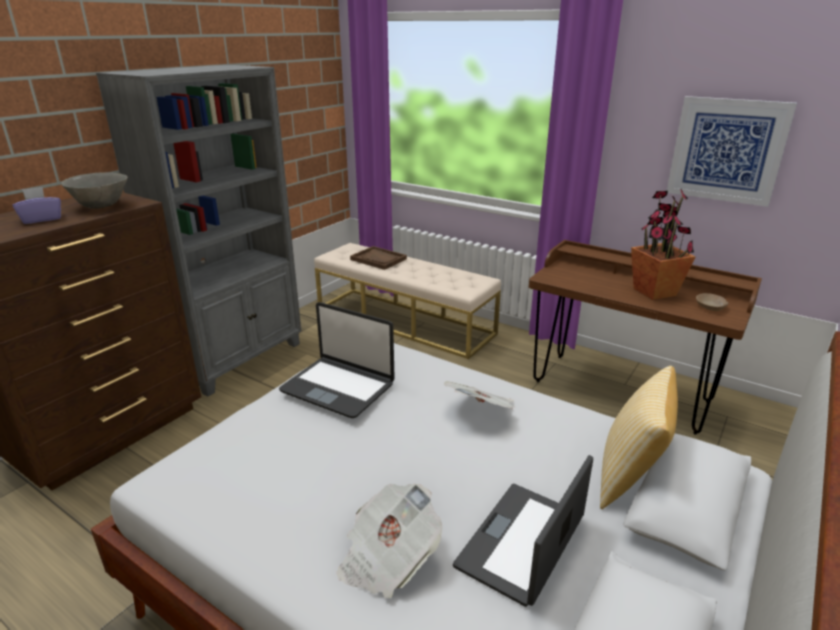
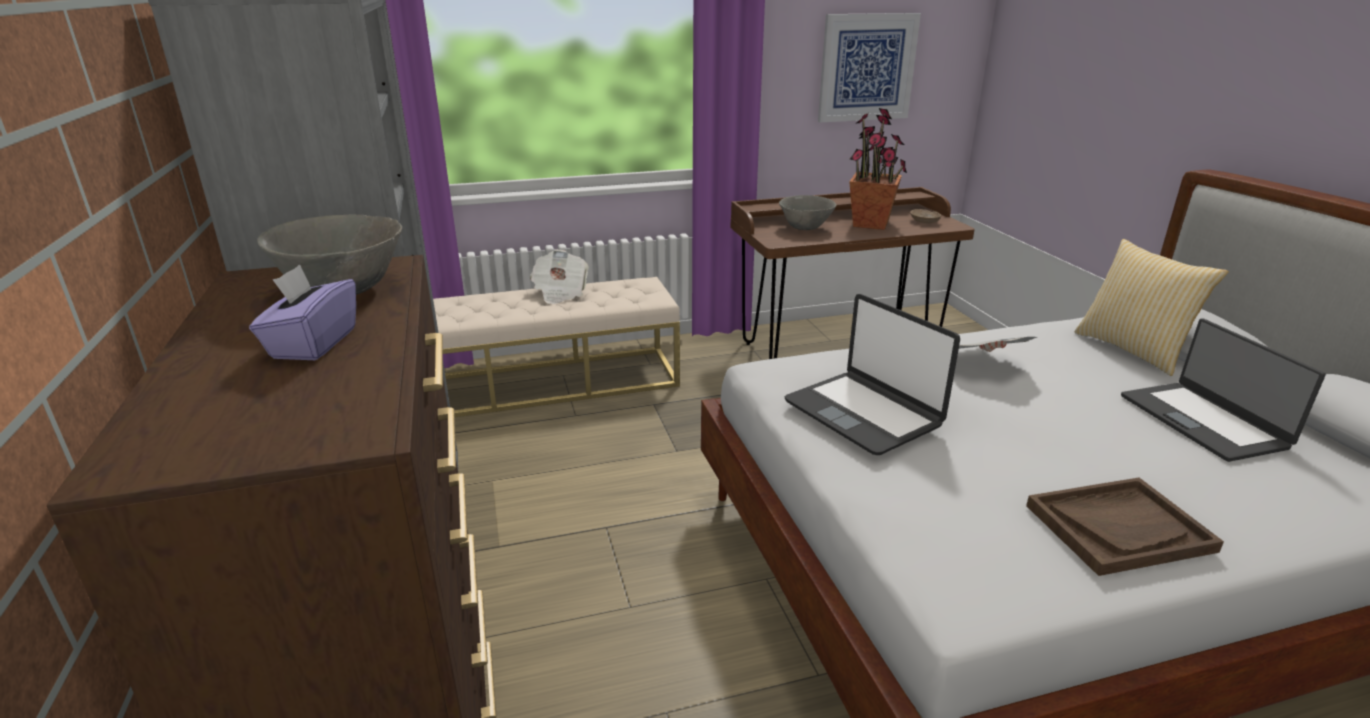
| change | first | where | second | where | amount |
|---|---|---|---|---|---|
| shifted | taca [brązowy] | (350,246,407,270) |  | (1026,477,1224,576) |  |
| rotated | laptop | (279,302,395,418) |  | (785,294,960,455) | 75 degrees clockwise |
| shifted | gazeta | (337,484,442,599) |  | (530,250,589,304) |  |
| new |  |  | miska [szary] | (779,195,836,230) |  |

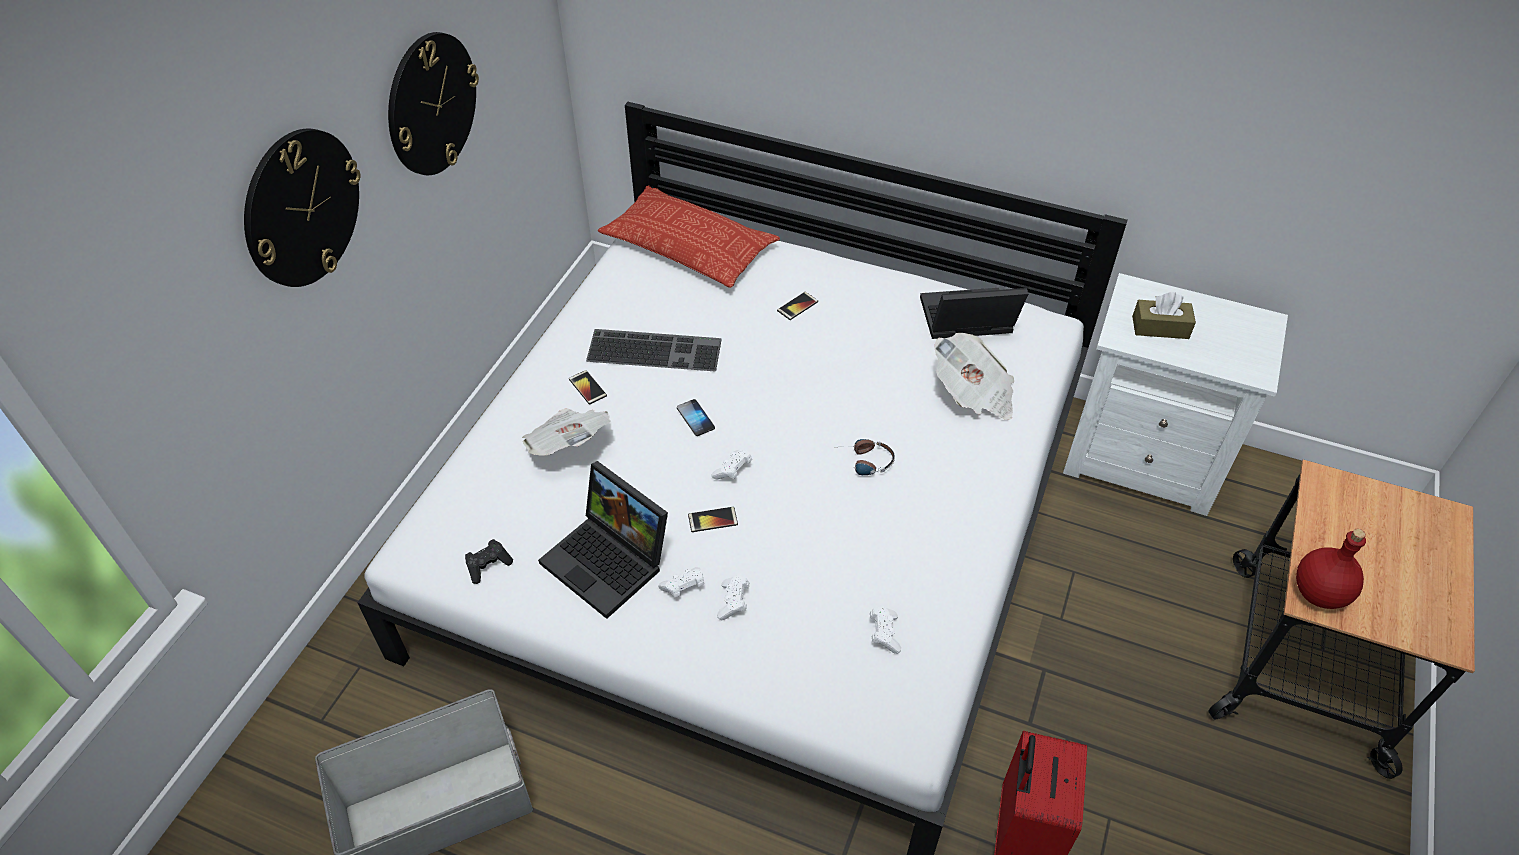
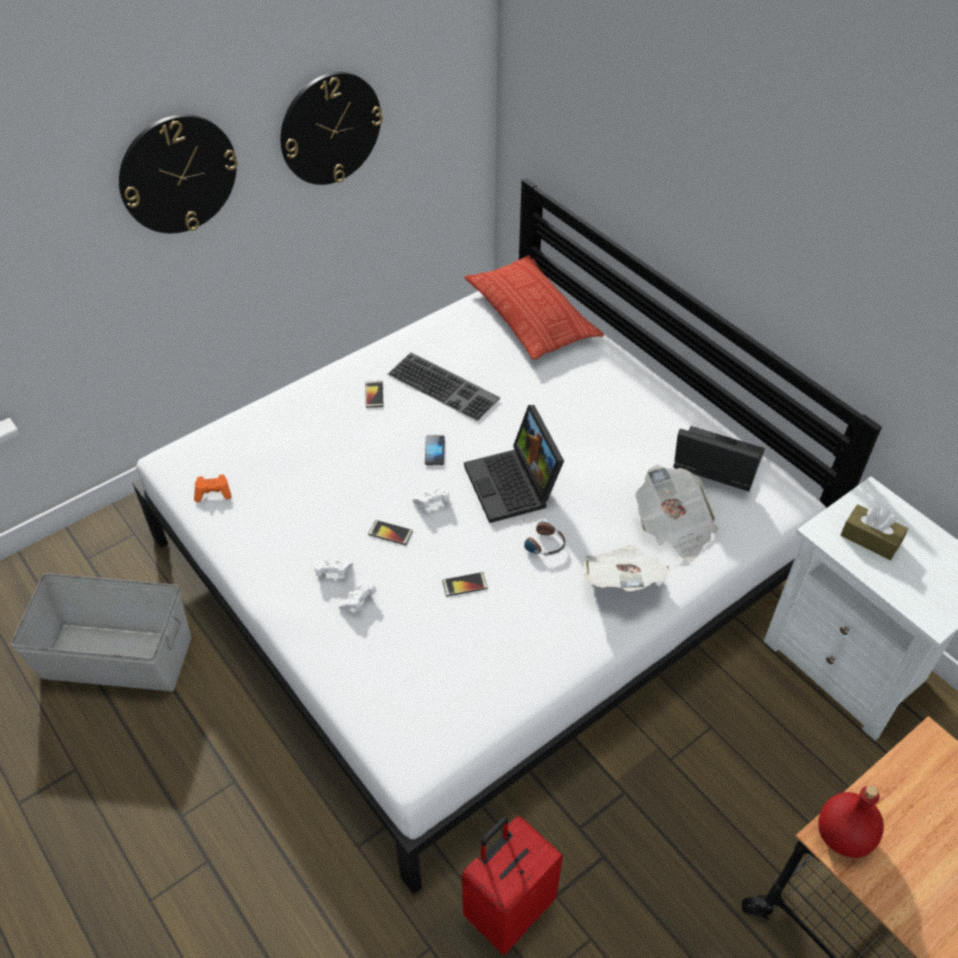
| change | first | where | second | where | amount |
|---|---|---|---|---|---|
| shifted | telefon | (777,292,818,320) |  | (442,572,488,596) |  |
| shifted | gazeta | (522,408,611,456) |  | (584,545,670,592) |  |
| shifted | laptop | (538,461,668,619) |  | (464,405,564,523) |  |
| repainted | pad do gier [czarny] | (465,539,513,584) | pad do gier [pomarańczowy] | (194,475,232,502) |  |
| gone | pad do gier [biały] | (870,606,901,654) |  |  |  |

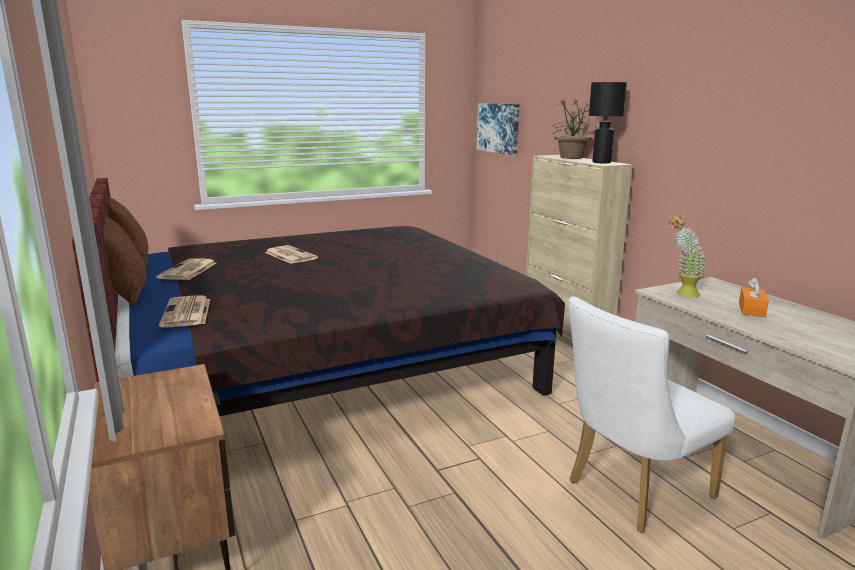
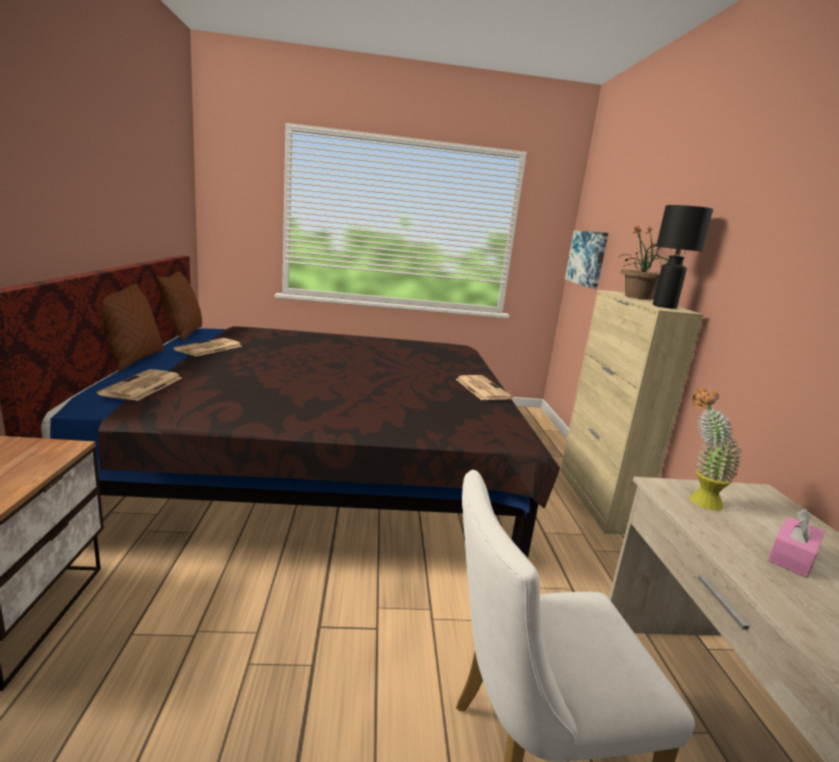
| change | first | where | second | where | amount |
|---|---|---|---|---|---|
| shifted | gazeta | (265,245,318,264) |  | (456,375,513,400) |  |
| repainted | pudełko chusteczek [pomarańczowy] | (739,277,769,317) | pudełko chusteczek [różowy] | (768,509,825,578) |  |

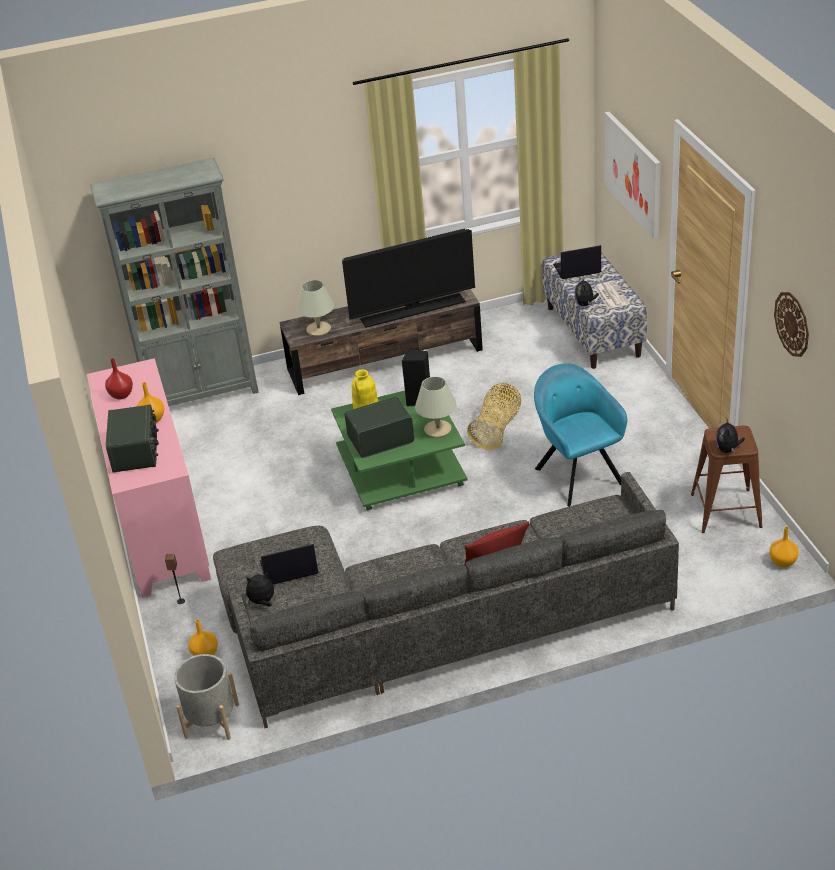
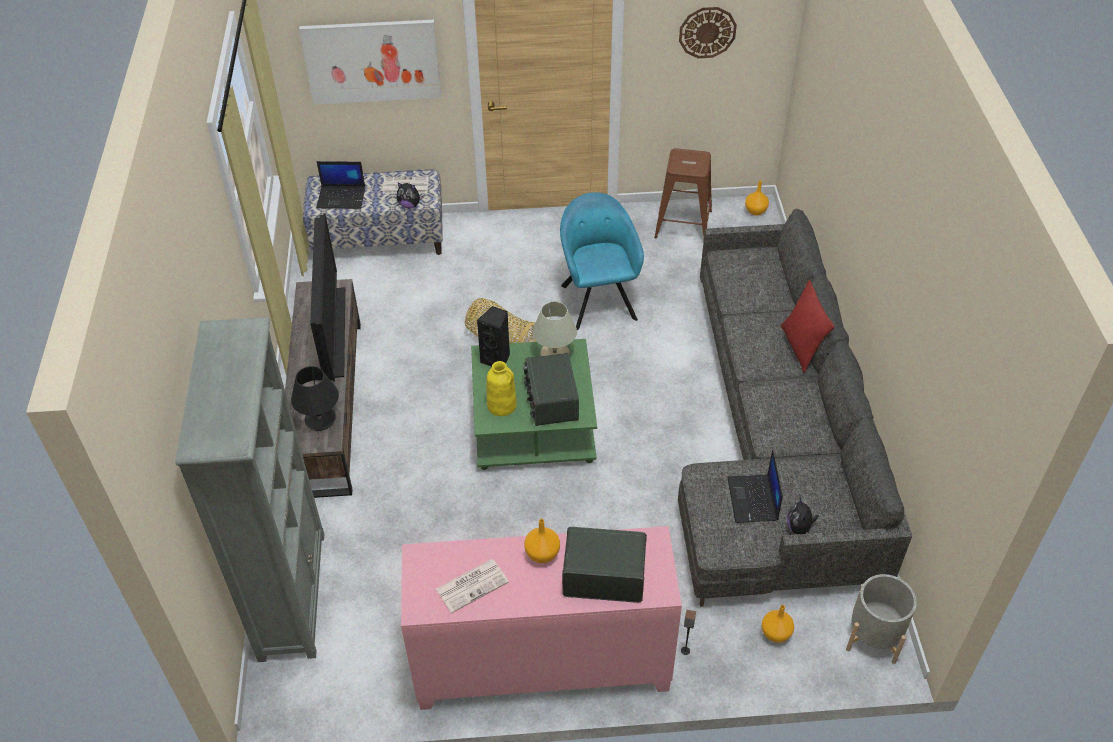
| change | first | where | second | where | amount |
|---|---|---|---|---|---|
| rotated | laptop | (553,245,601,279) |  | (316,161,365,209) | 90 degrees counterclockwise |
| repainted | lampa stołowa [beżowy] | (297,280,334,336) | lampa stołowa [czarny] | (291,366,339,431) |  |
| swapped | wazon [czerwony] | (105,358,133,399) | gazeta | (436,559,509,613) |  |
| rotated | fotel [turkusowy] | (534,363,627,507) |  | (560,192,644,330) | 90 degrees clockwise |
| gone | pluszak | (715,419,745,453) |  |  |  |

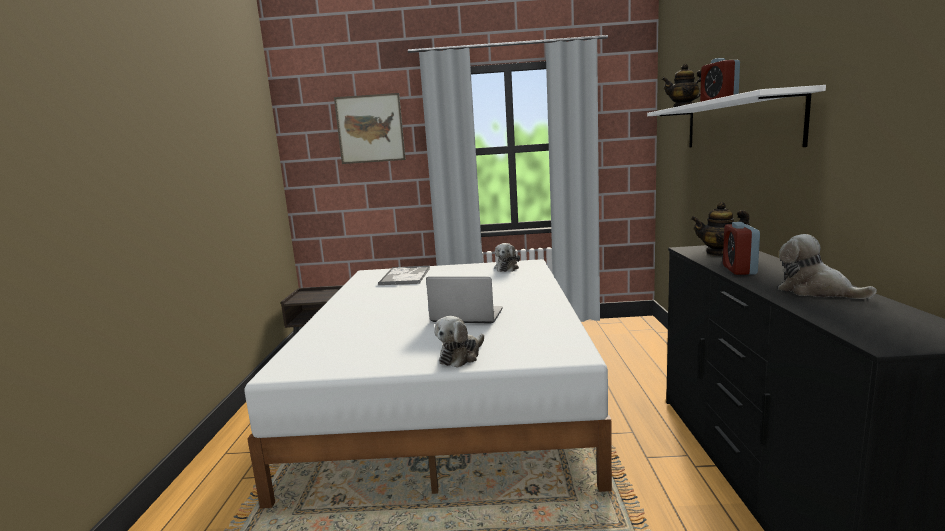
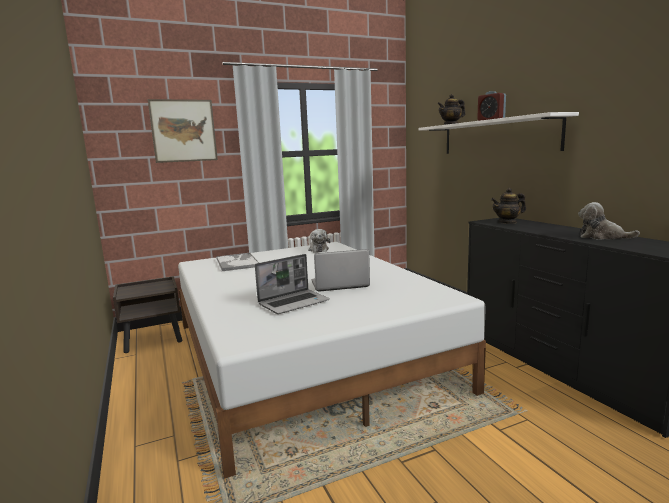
| change | first | where | second | where | amount |
|---|---|---|---|---|---|
| gone | budzik | (723,222,760,275) |  |  |  |
| gone | pluszak | (434,316,484,368) |  |  |  |
| new |  |  | laptop | (255,254,330,314) |  |

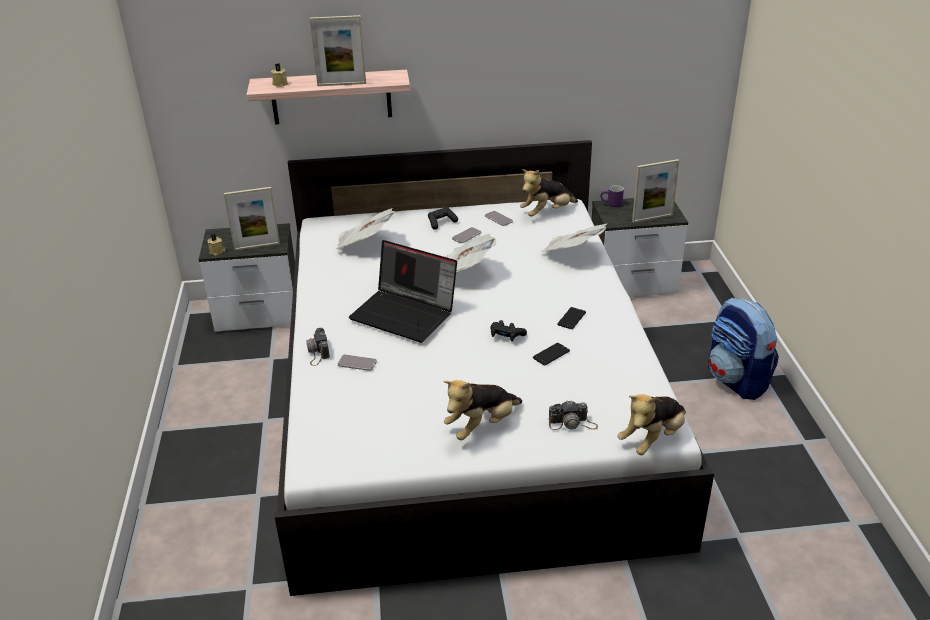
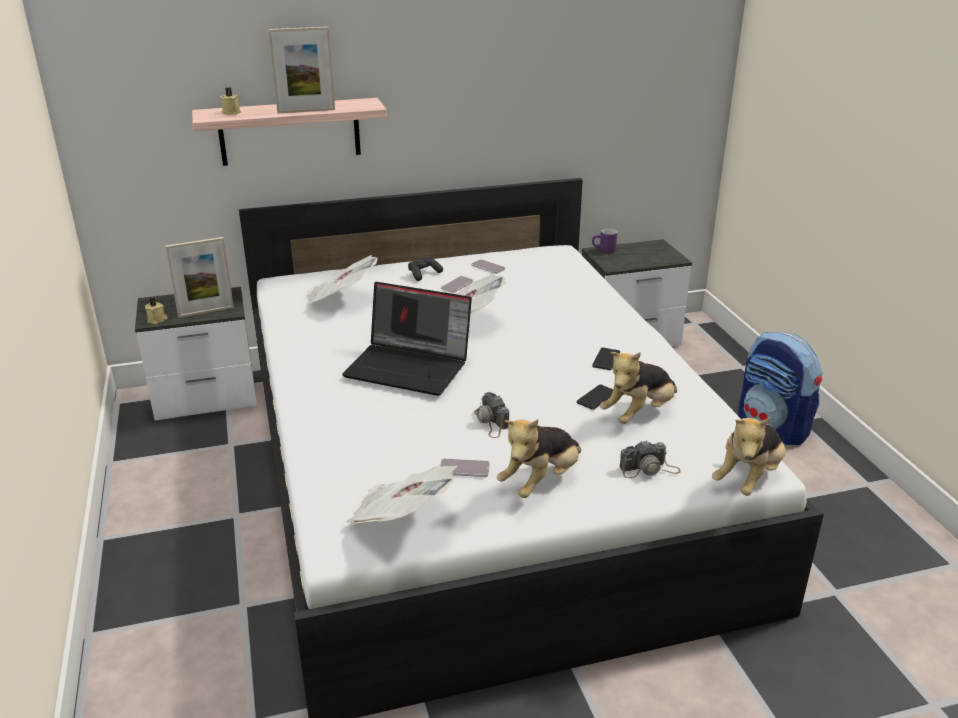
| change | first | where | second | where | amount |
|---|---|---|---|---|---|
| gone | ramka na zdjęcie | (632,159,679,223) |  |  |  |
| shifted | pluszak | (520,169,578,217) |  | (600,352,677,424) |  |
| shifted | gazeta | (541,224,607,252) |  | (347,466,457,523) |  |
| gone | pad do gier [czarny] | (490,320,527,342) |  |  |  |
| shifted | aparat fotograficzny | (306,328,330,366) |  | (474,392,509,438) |  |
| shifted | telefon | (338,354,377,371) |  | (440,458,490,477) |  |

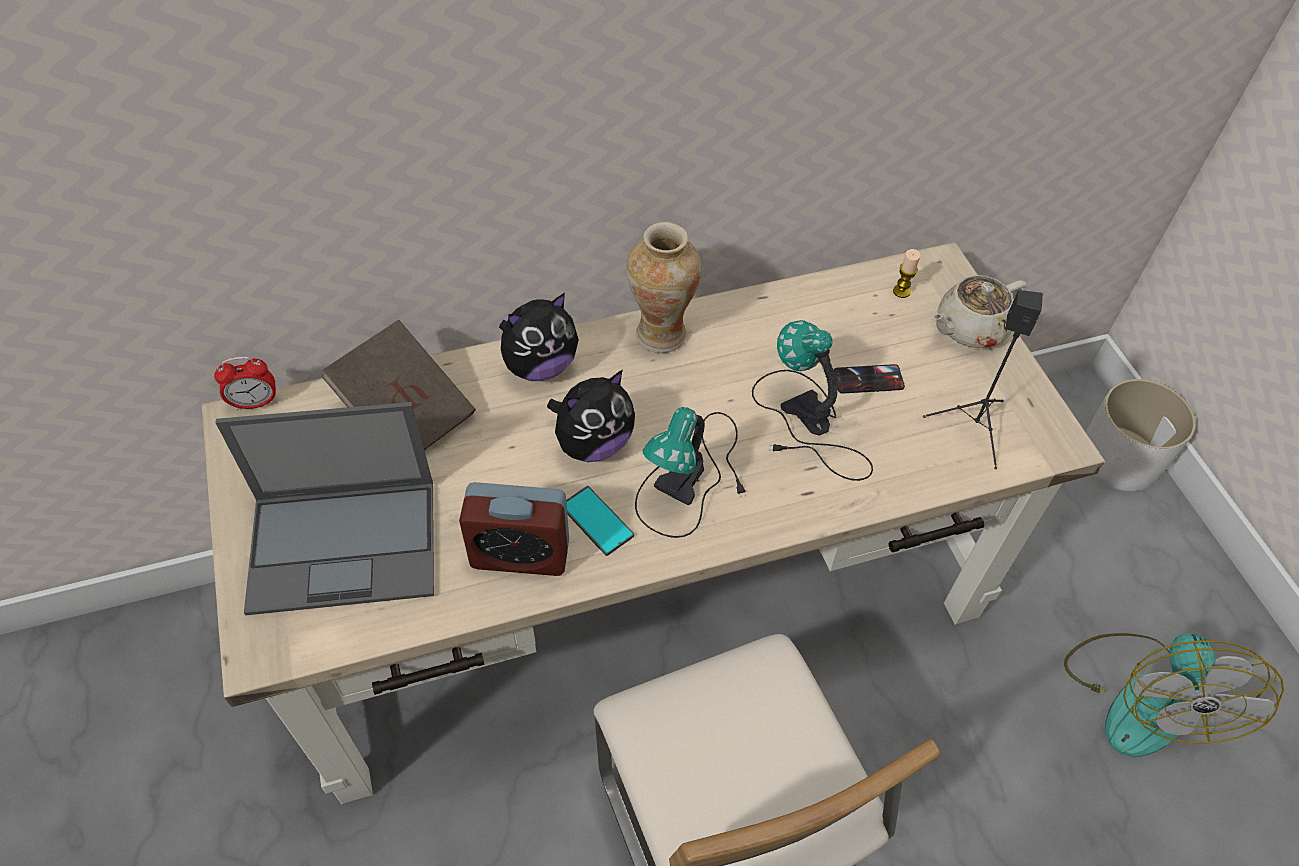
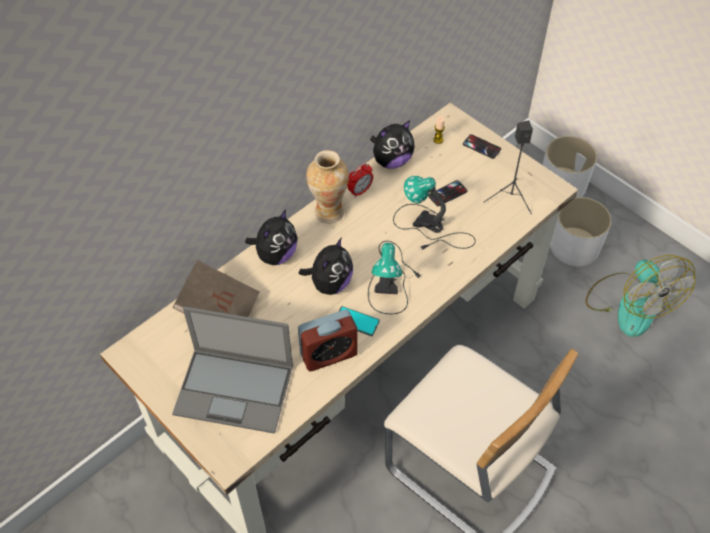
| change | first | where | second | where | amount |
|---|---|---|---|---|---|
| swapped | imbryk [beżowy] | (932,275,1027,348) | telefon | (463,134,501,159) |  |
| shifted | budzik | (214,357,276,410) |  | (347,163,373,197) |  |
| rotated | laptop | (215,402,434,615) |  | (172,307,293,434) | 45 degrees clockwise |
| new |  |  | pluszak | (370,120,415,169) |  |
| new |  |  | donica [biały] | (550,197,612,266) |  |

